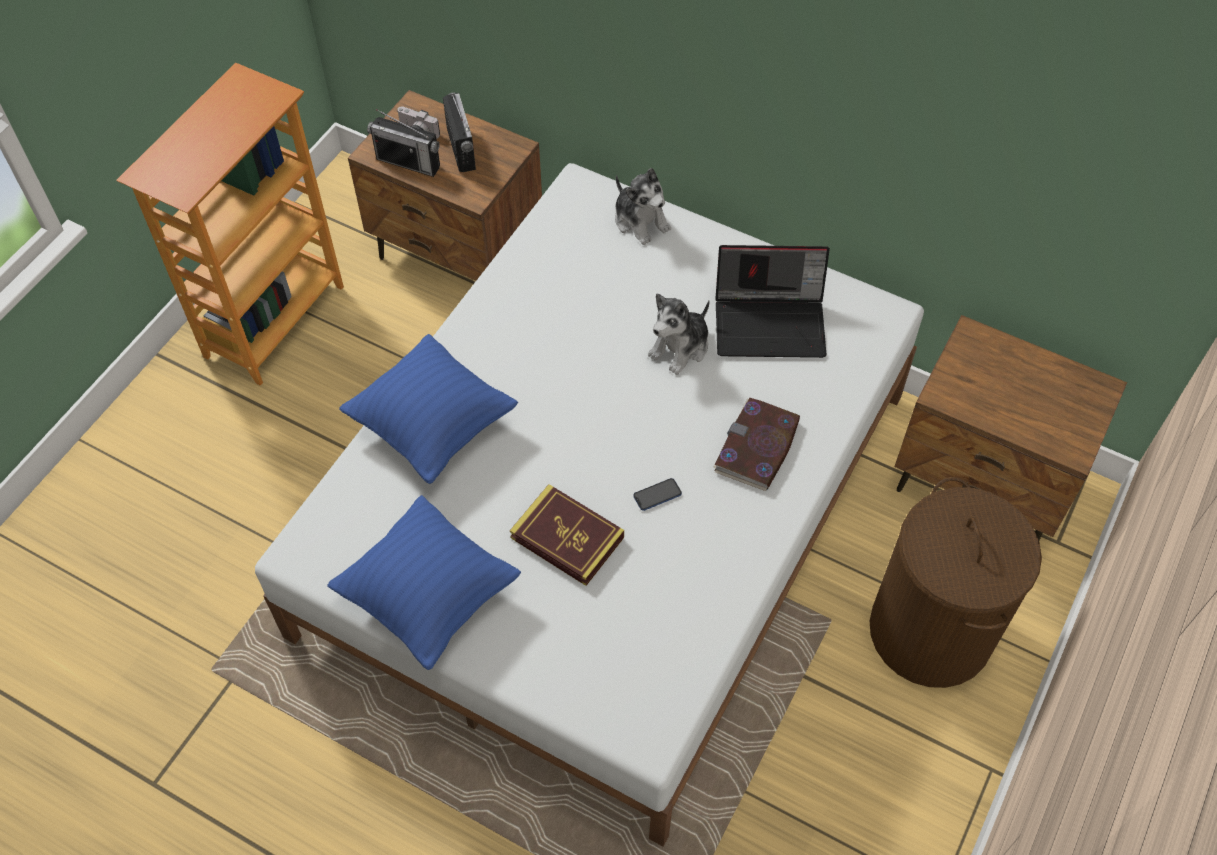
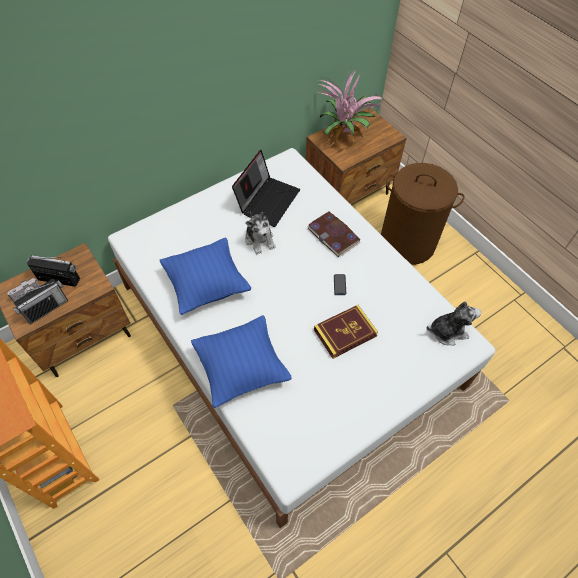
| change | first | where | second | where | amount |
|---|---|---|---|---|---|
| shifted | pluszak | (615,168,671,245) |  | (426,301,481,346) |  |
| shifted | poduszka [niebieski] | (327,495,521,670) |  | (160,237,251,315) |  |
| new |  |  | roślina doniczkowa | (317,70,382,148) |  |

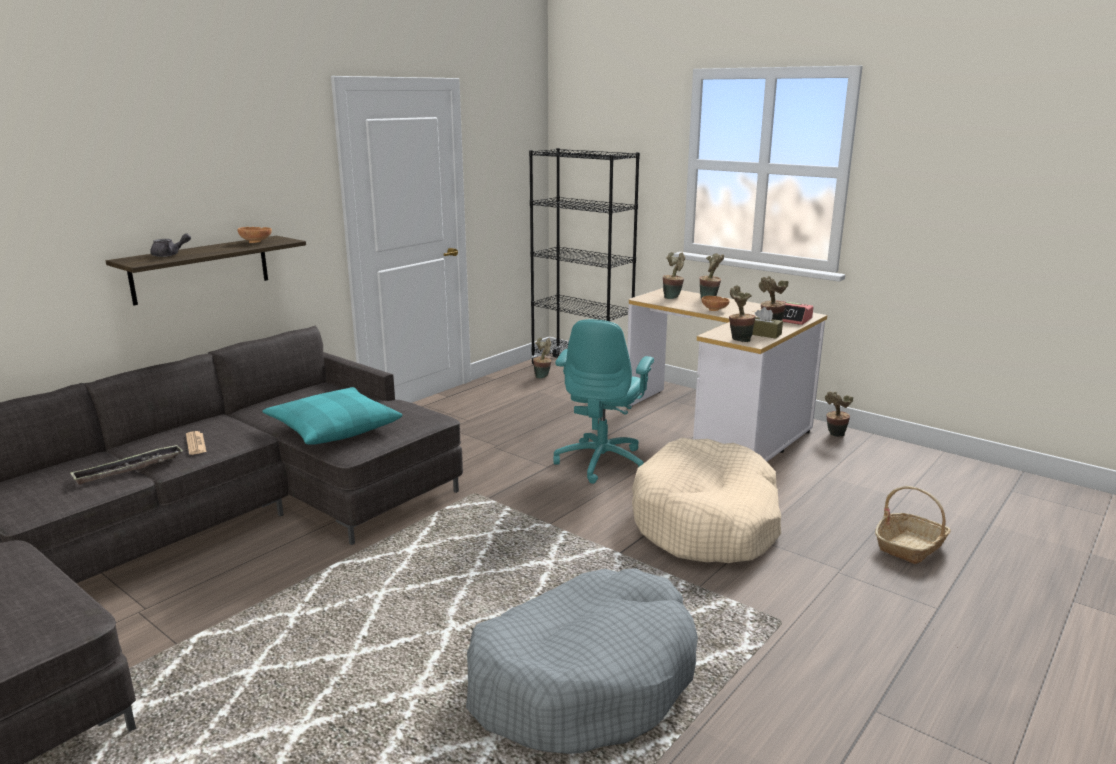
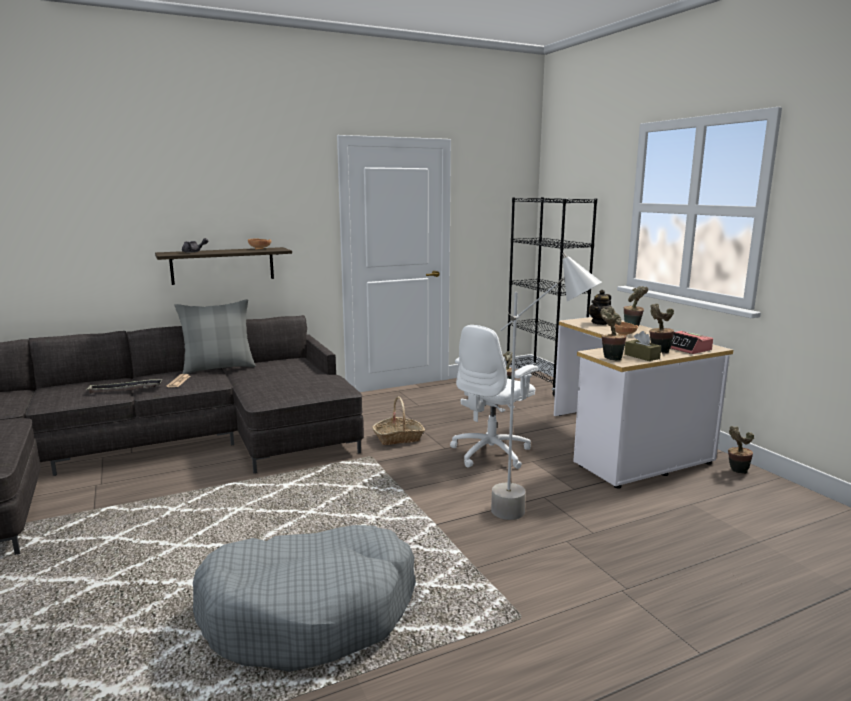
| change | first | where | second | where | amount |
|---|---|---|---|---|---|
| swapped | roślina doniczkowa | (663,252,685,299) | imbryk | (589,290,611,325) |  |
| repainted | krzesło biurowe [turkusowy] | (554,319,654,484) | krzesło biurowe [biały] | (450,325,538,469) |  |
| gone | poduszka [turkusowy] | (262,387,402,445) |  |  |  |
| swapped | legowisko [beżowy] | (632,438,781,563) | lampa stojąca [szary] | (491,253,602,520) |  |
| shifted | koszyk | (875,486,951,564) |  | (372,397,425,445) |  |
| new |  |  | poduszka [szary] | (174,299,256,374) |  |

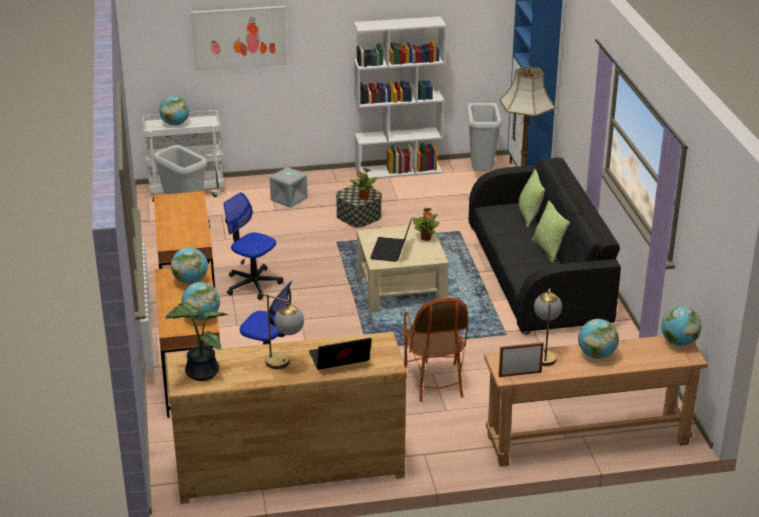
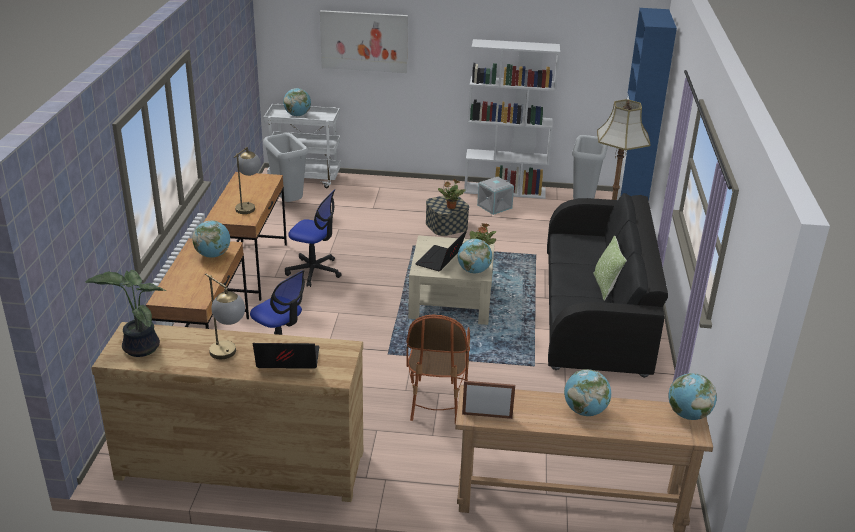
| change | first | where | second | where | amount |
|---|---|---|---|---|---|
| shifted | pojemnik do przechowywania [szary] | (270,167,308,208) |  | (477,177,514,215) |  |
| gone | poduszka | (518,169,545,227) |  |  |  |
| rotated | krzesło biurowe | (224,192,283,300) |  | (285,189,342,287) | 150 degrees clockwise |
| shifted | globus | (181,282,220,320) |  | (458,239,492,273) |  |
| shifted | lampa stołowa | (534,288,562,366) |  | (234,147,261,214) |  |

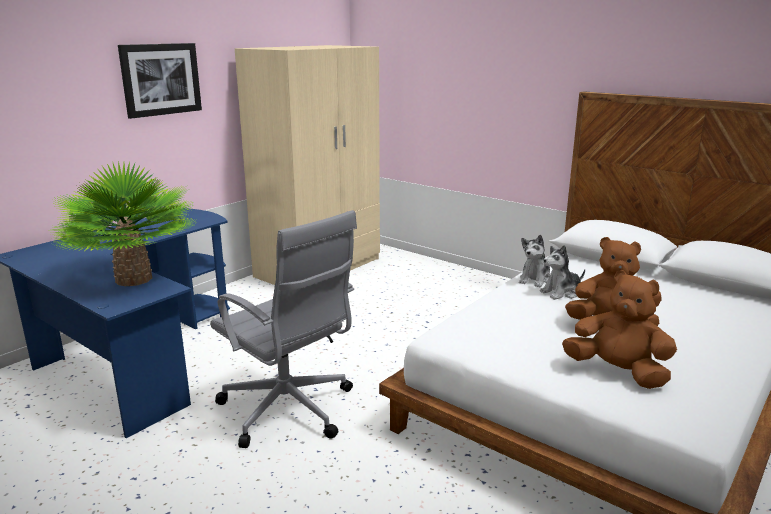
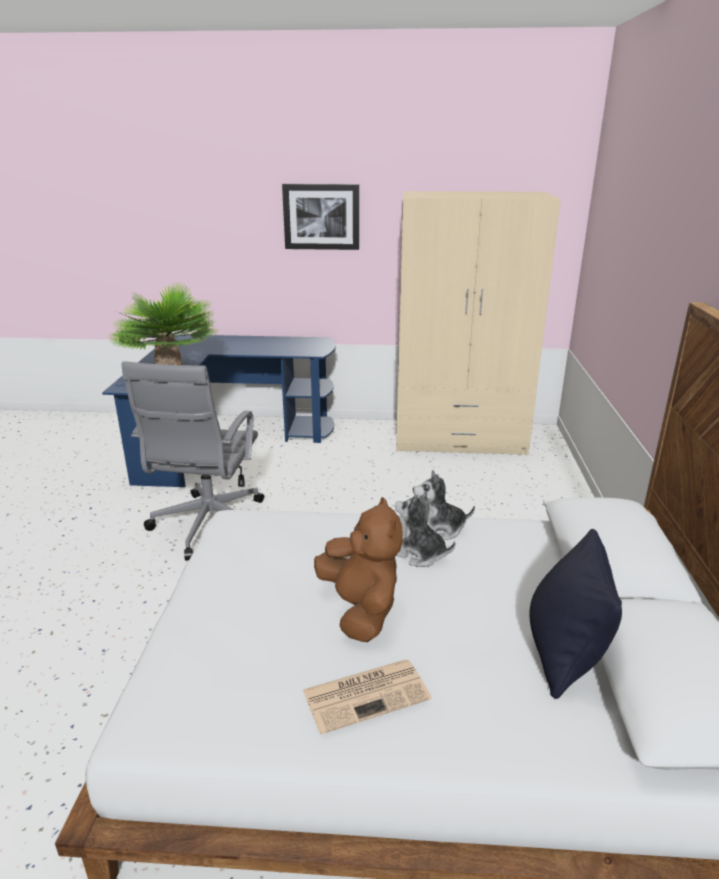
| change | first | where | second | where | amount |
|---|---|---|---|---|---|
| gone | pluszak [brązowy] | (562,270,677,389) |  |  |  |
| new |  |  | poduszka [czarny] | (529,529,622,699) |  |
| new |  |  | gazeta | (303,660,431,734) |  |

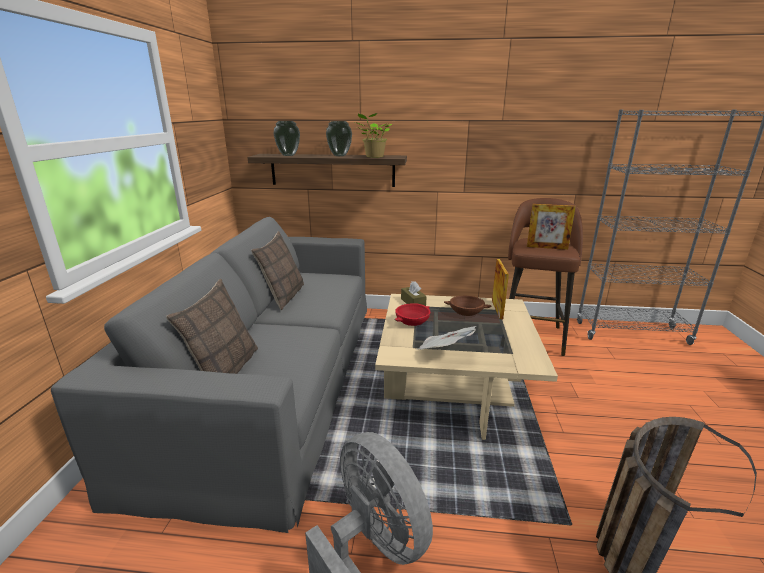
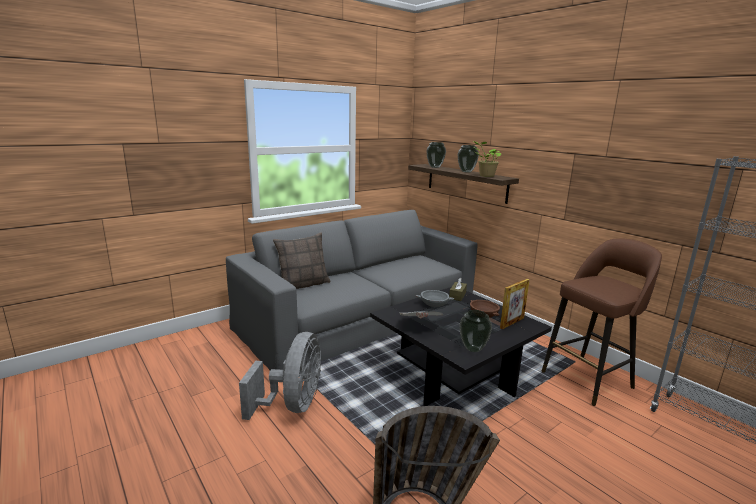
| change | first | where | second | where | amount |
|---|---|---|---|---|---|
| gone | ramka na zdjęcie | (527,204,576,250) |  |  |  |
| gone | poduszka | (251,231,304,310) |  |  |  |
| repainted | ława [beżowy] | (375,294,558,440) | ława [czarny] | (370,287,552,406) |  |
| repainted | miska [czerwony] | (395,303,430,326) | miska [szary] | (415,290,455,307) |  |
| new |  |  | wazon | (459,310,492,352) |  |

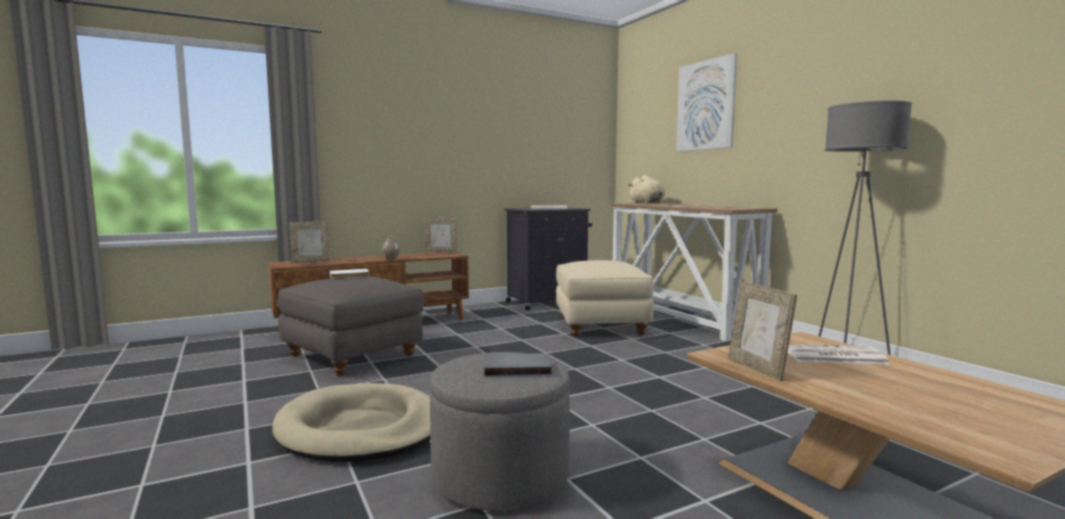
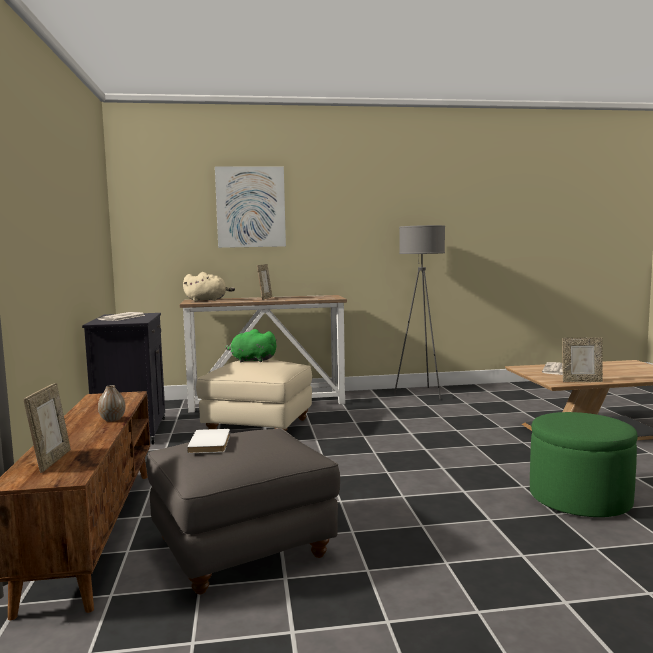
| change | first | where | second | where | amount |
|---|---|---|---|---|---|
| shifted | ramka na zdjęcie | (424,217,457,253) |  | (257,264,272,300) |  |
| repainted | pufa [szary] | (429,352,570,511) | pufa [zielony] | (530,412,638,517) |  |
| gone | książka [szary] | (484,353,552,376) |  |  |  |
| gone | legowisko [beżowy] | (272,383,431,462) |  |  |  |
| new |  |  | pluszak [zielony] | (225,329,277,362) |  |

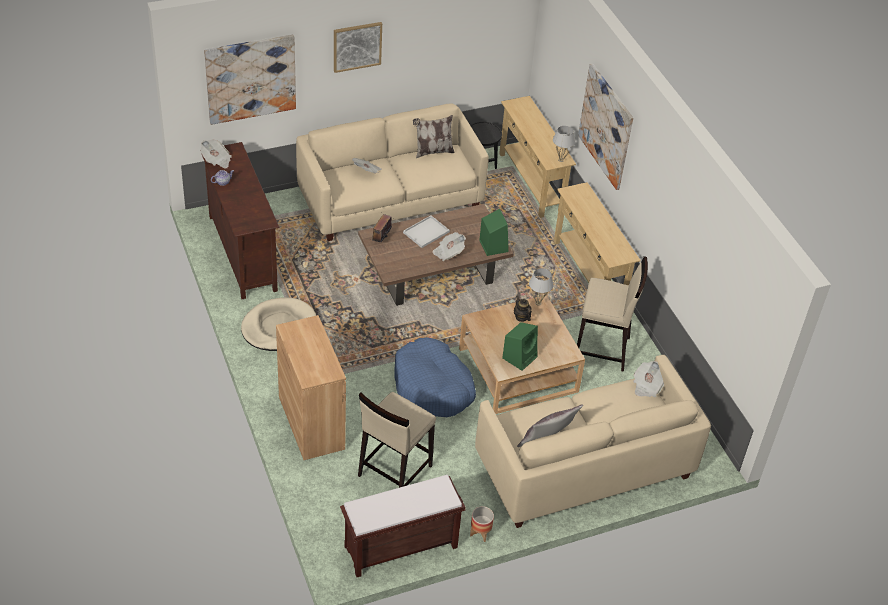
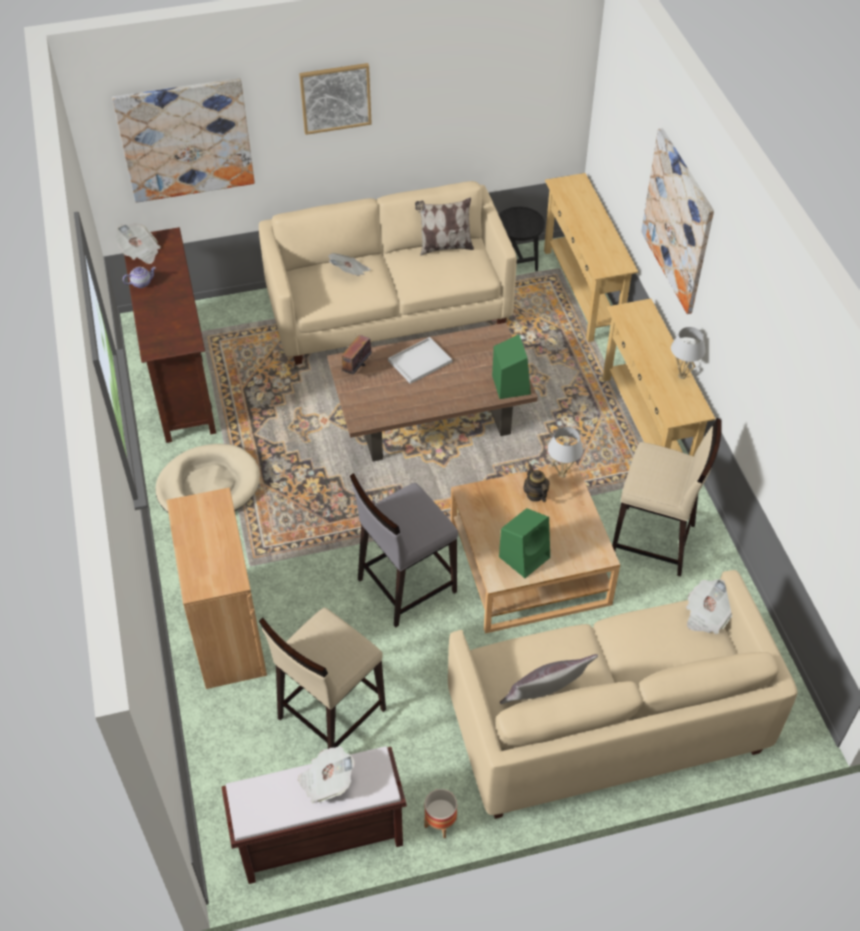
| change | first | where | second | where | amount |
|---|---|---|---|---|---|
| shifted | lampa stołowa [biały] | (553,126,575,162) |  | (671,327,706,379) |  |
| shifted | gazeta | (433,232,466,261) |  | (297,746,355,804) |  |
| swapped | legowisko [niebieski] | (394,337,476,417) | stołek [szary] | (350,473,458,627) |  |

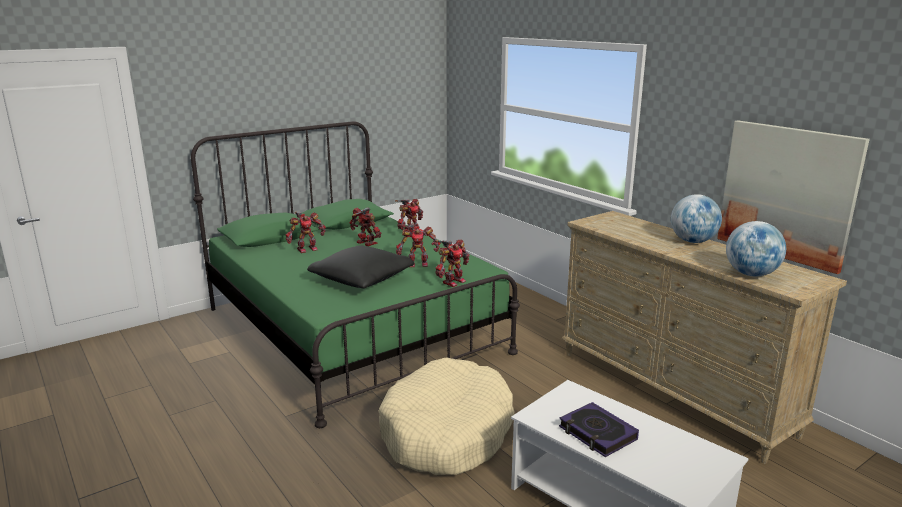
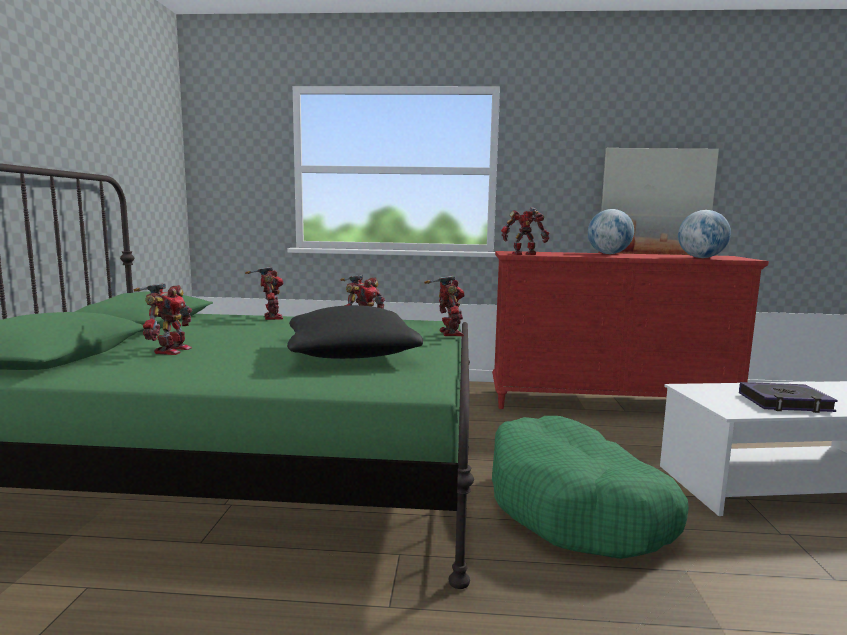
| change | first | where | second | where | amount |
|---|---|---|---|---|---|
| shifted | robot zabawkowy | (350,207,382,246) |  | (501,207,549,255) |  |
| repainted | komoda [beżowy] | (562,211,847,464) | komoda [czerwony] | (492,251,769,409) |  |
| repainted | legowisko [beżowy] | (379,357,515,475) | legowisko [zielony] | (492,416,689,559) |  |

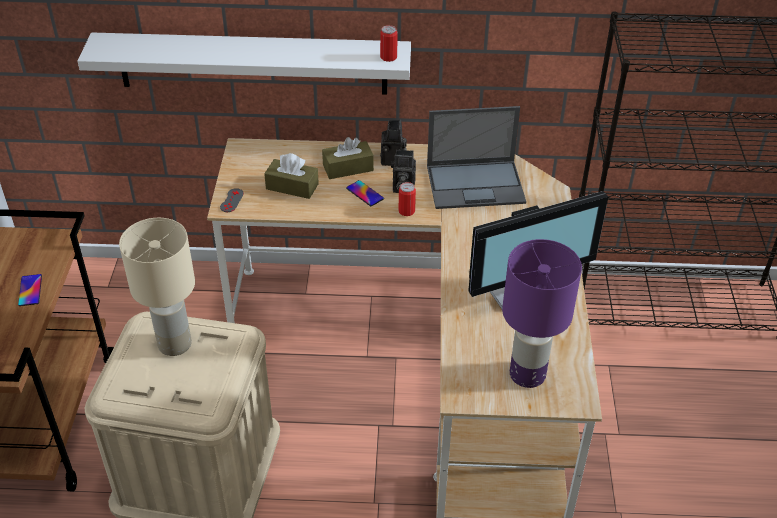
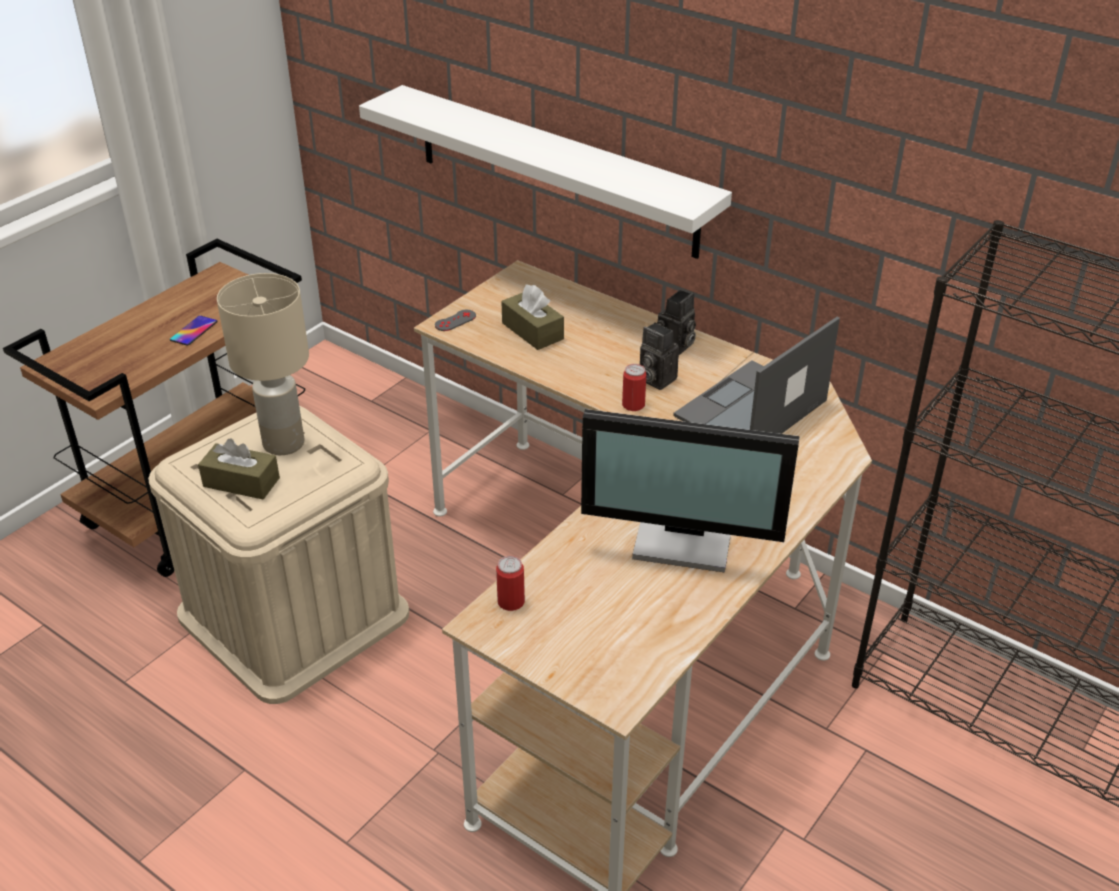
| change | first | where | second | where | amount |
|---|---|---|---|---|---|
| shifted | puszka | (380,25,398,62) |  | (496,556,525,611) |  |
| rotated | laptop | (427,106,526,209) |  | (673,317,840,434) | 105 degrees clockwise |
| shifted | pudełko chusteczek [brązowy] | (322,137,374,179) |  | (198,438,280,499) |  |
| gone | telefon | (346,180,384,206) |  |  |  |
| gone | lampa stołowa [fioletowy] | (502,239,582,388) |  |  |  |

